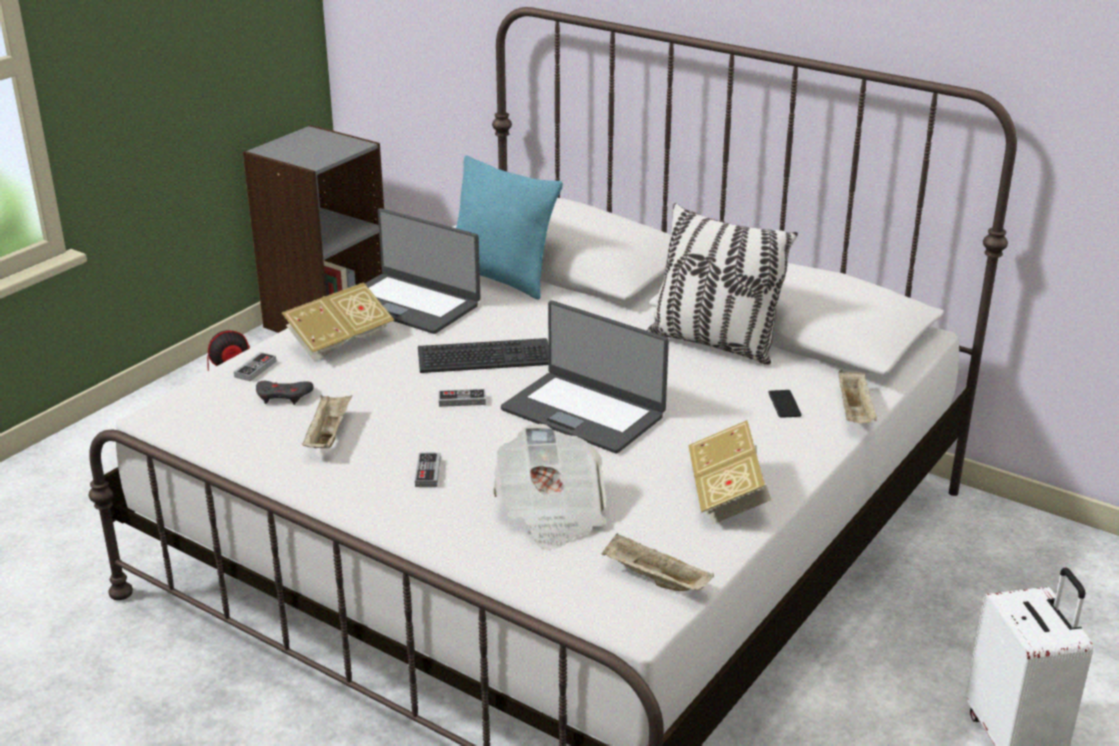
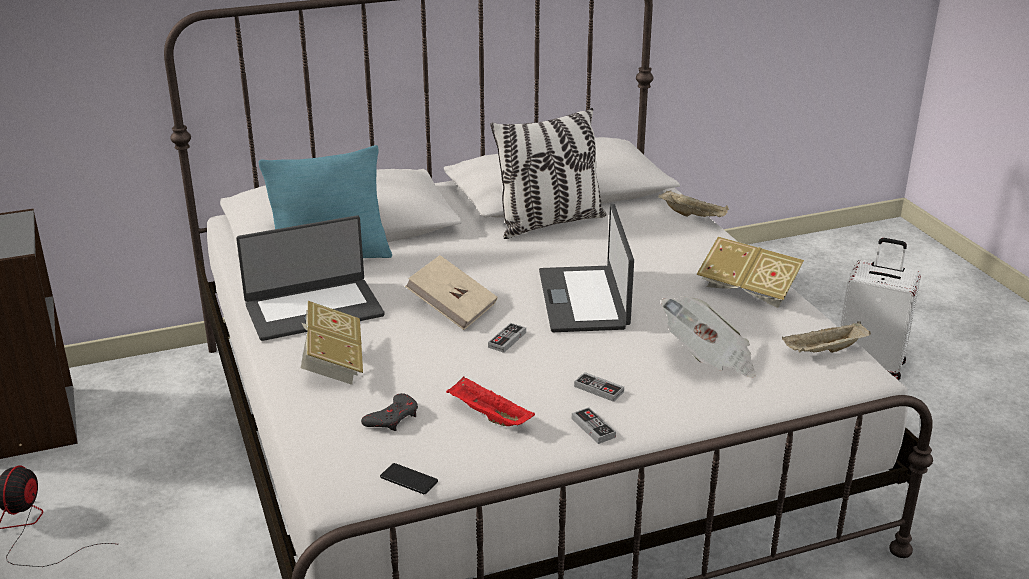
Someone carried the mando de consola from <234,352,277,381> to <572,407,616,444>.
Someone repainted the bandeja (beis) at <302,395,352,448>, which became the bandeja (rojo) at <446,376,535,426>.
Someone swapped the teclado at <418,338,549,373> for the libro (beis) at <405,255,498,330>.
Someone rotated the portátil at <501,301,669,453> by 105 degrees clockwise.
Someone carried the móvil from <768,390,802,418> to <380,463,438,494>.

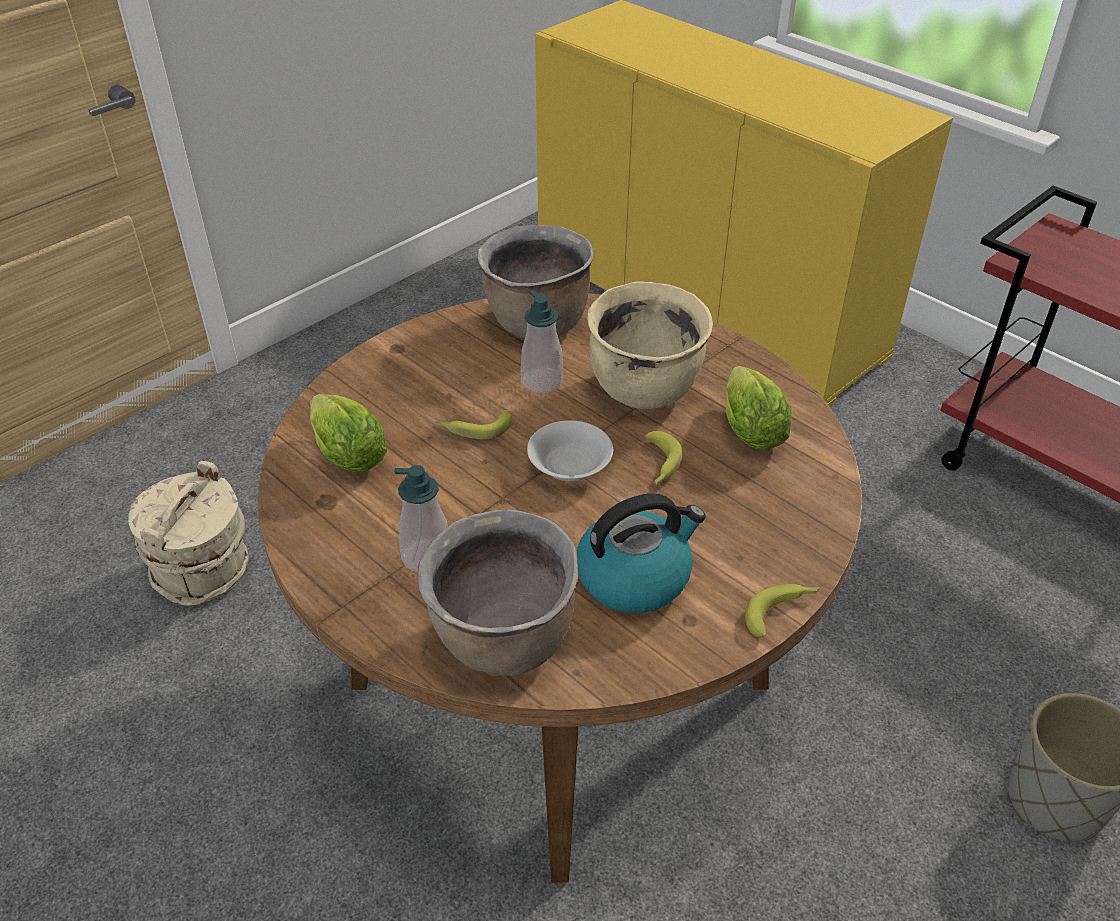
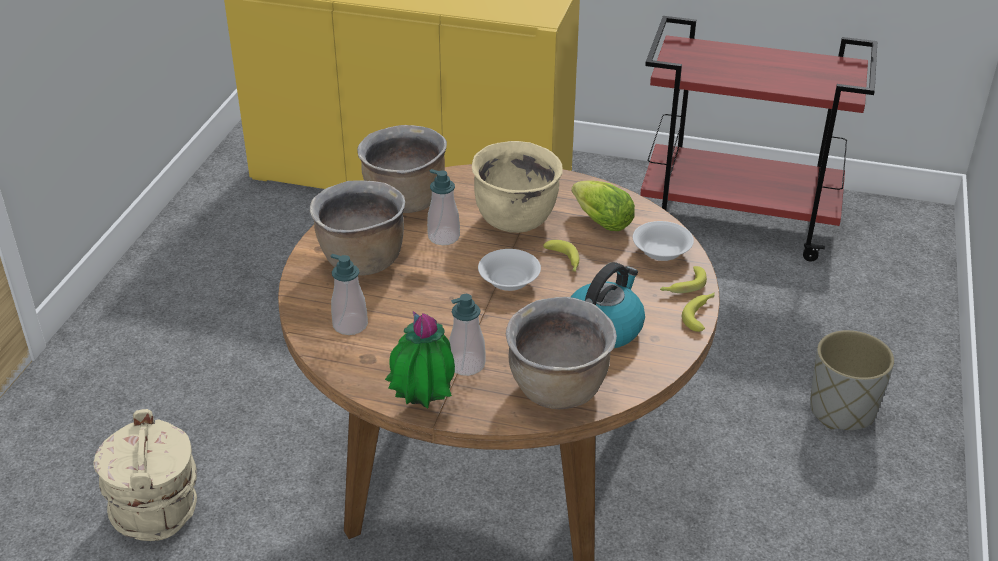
Someone swapped the lechuga at <310,394,387,473> for the dispensador de jabón at <331,254,368,335>.
Someone carried the plátano from <435,410,512,439> to <660,266,707,293>.
Someone put down the olla (marrón) at <310,180,405,275>.
Someone put down the planta en maceta at <385,311,455,409>.
Someone put down the cuenco (blanco) at <633,221,694,261>.

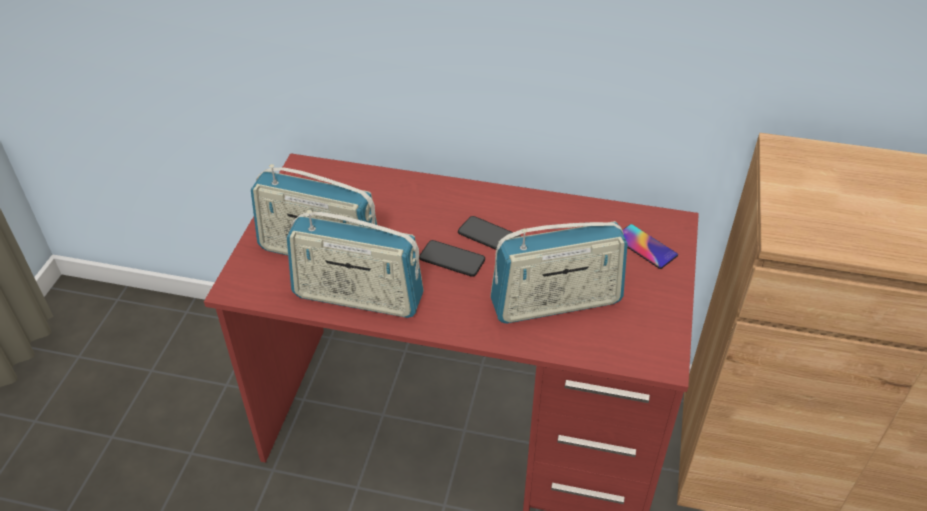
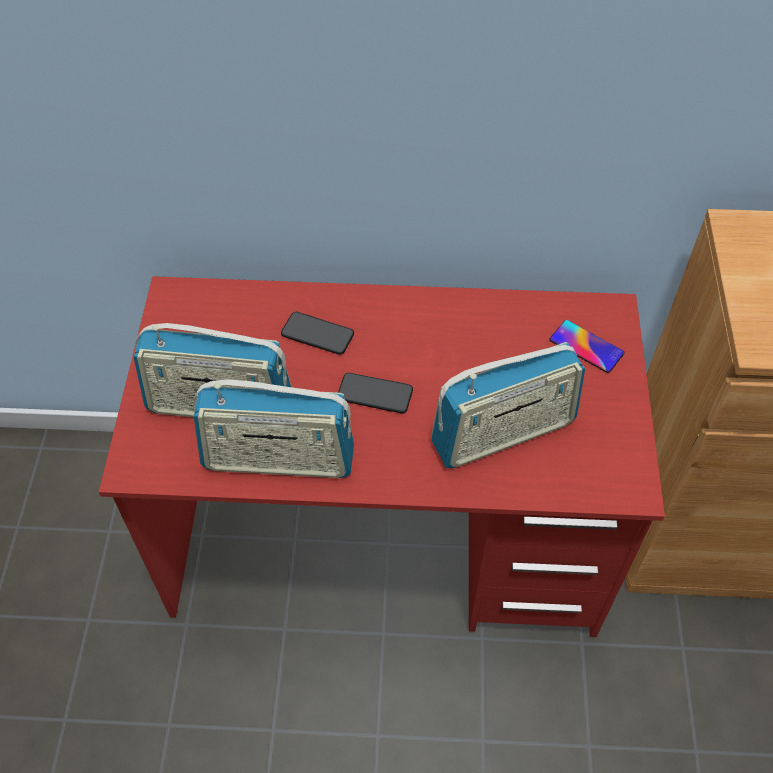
Someone carried the móvil from <458,216,521,250> to <281,312,354,355>.

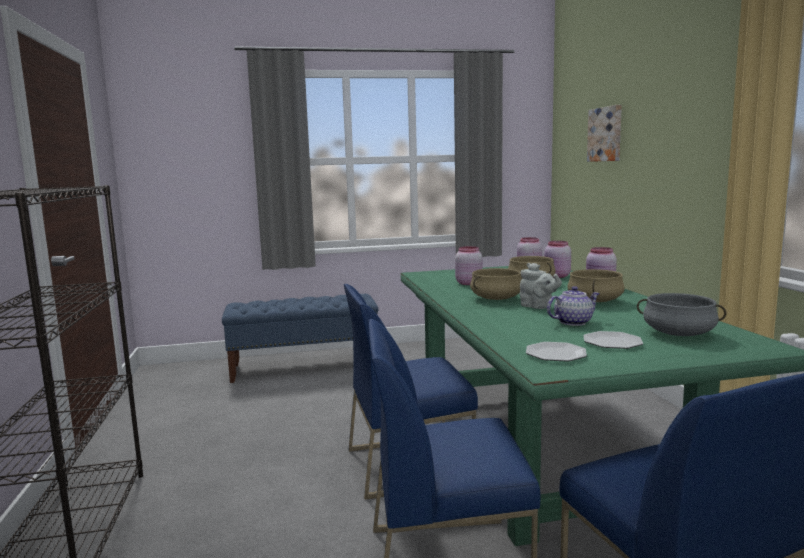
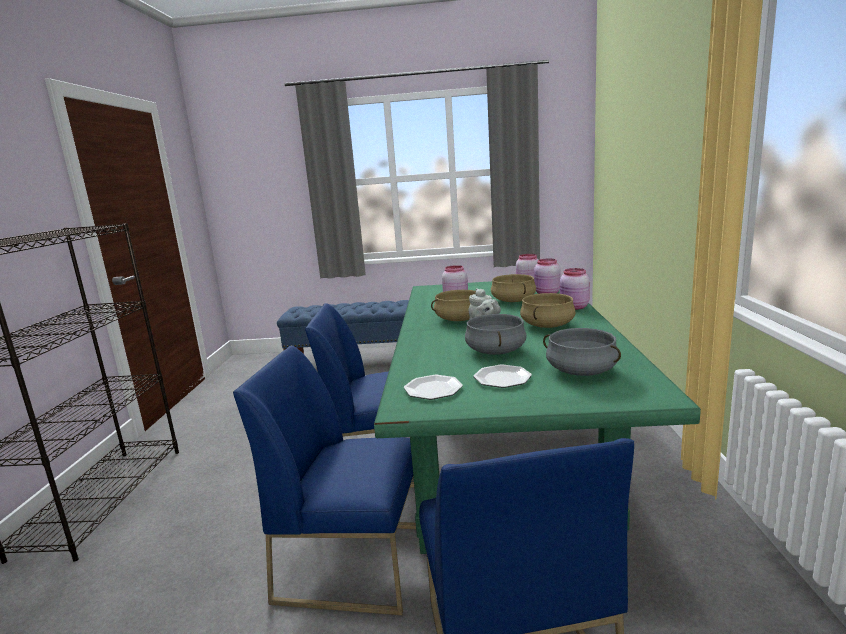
Someone swapped the tetera at <547,286,600,326> for the olla (gris) at <465,314,527,355>.
Someone took away the cuadro at <587,105,622,162>.

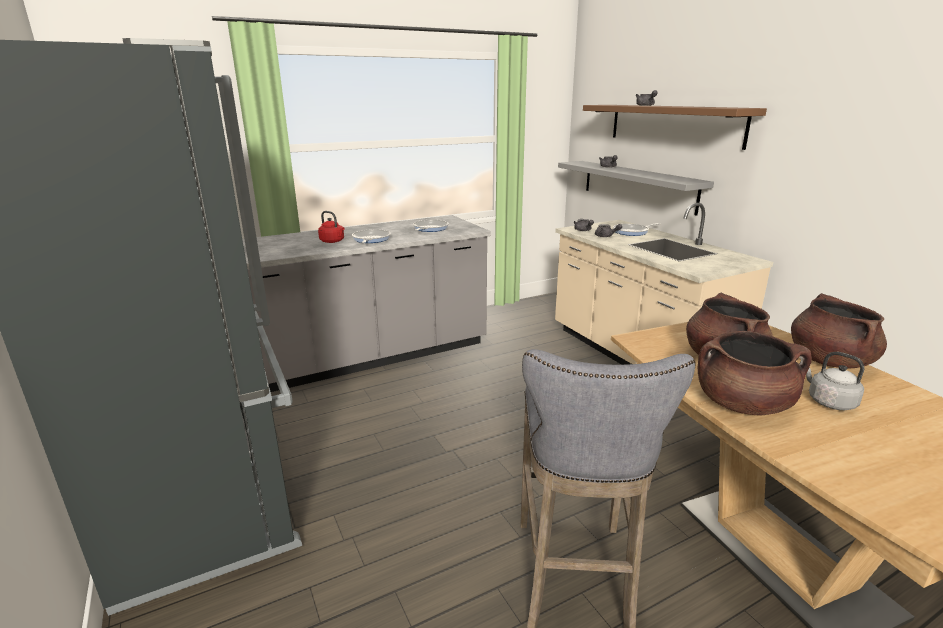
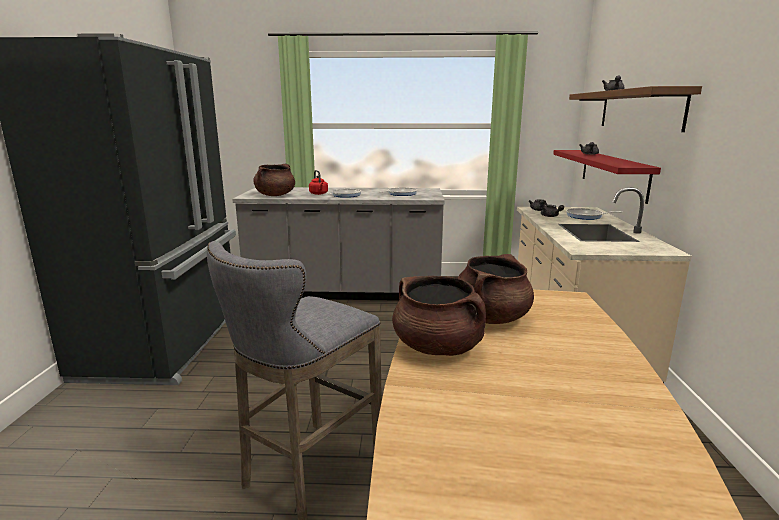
Someone repainted the estante (gris) at <558,161,714,216>, which became the estante (rojo) at <553,150,661,204>.
Someone carried the olla (marrón) from <791,293,887,368> to <253,164,295,196>.
Someone took away the hervidor (gris) at <806,352,865,410>.

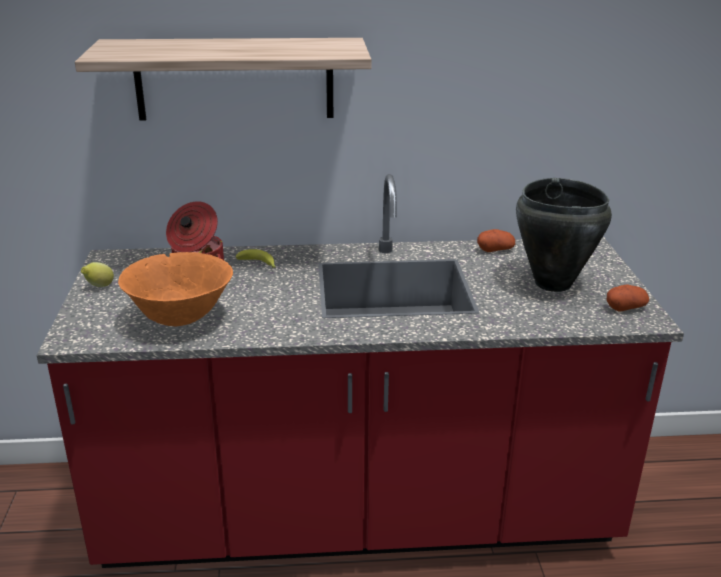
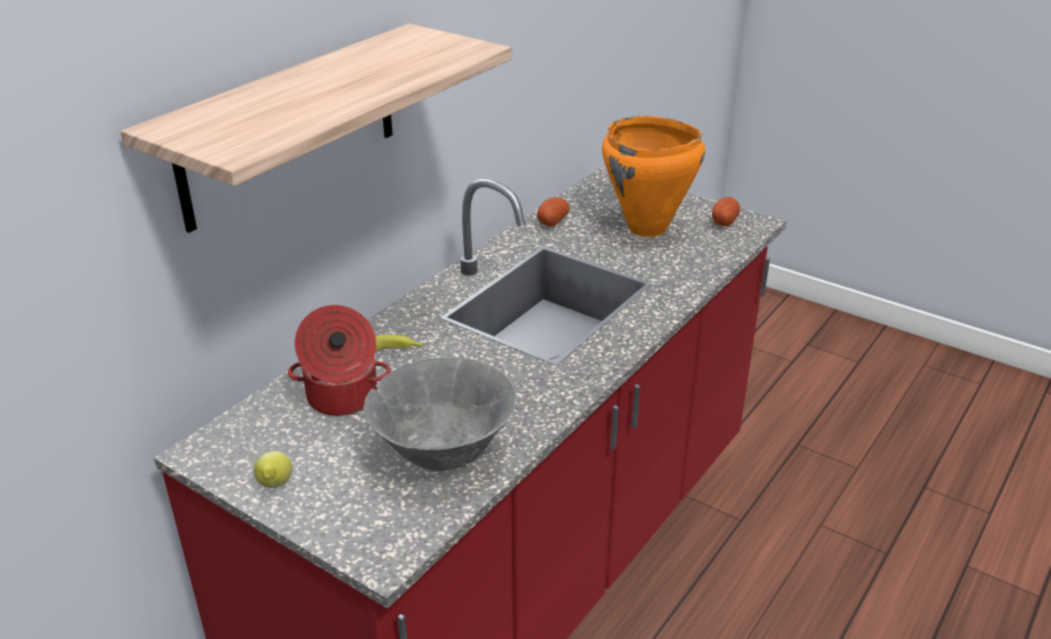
Someone repainted the cuenco (naranja) at <118,252,233,327>, which became the cuenco (gris) at <364,357,516,472>.
Someone repainted the olla (negro) at <516,178,612,292>, which became the olla (naranja) at <602,116,705,237>.

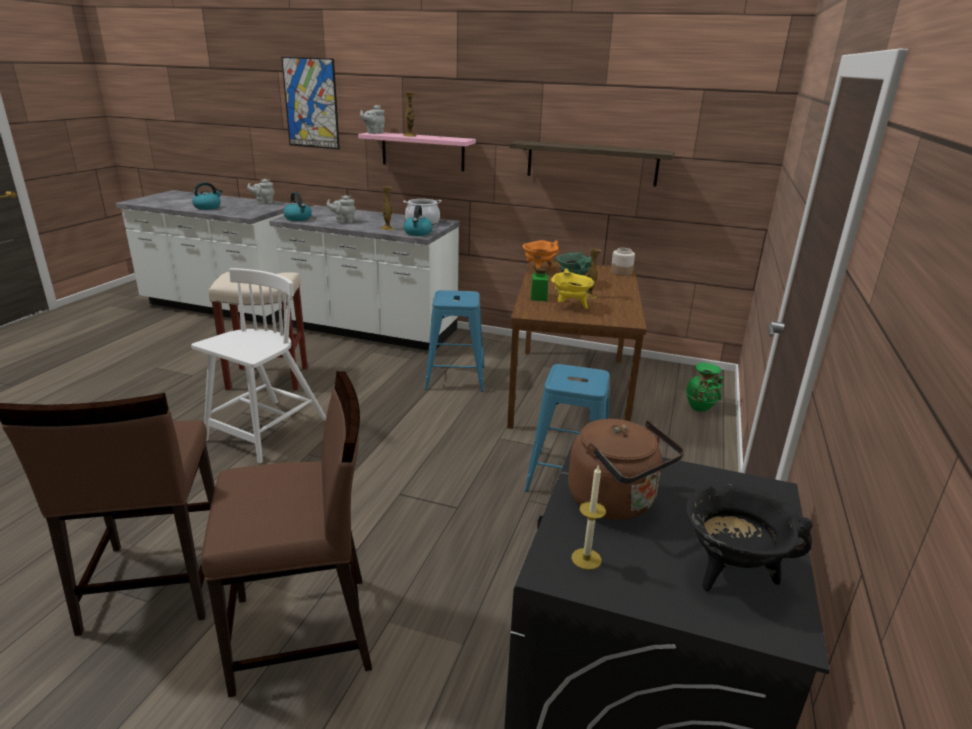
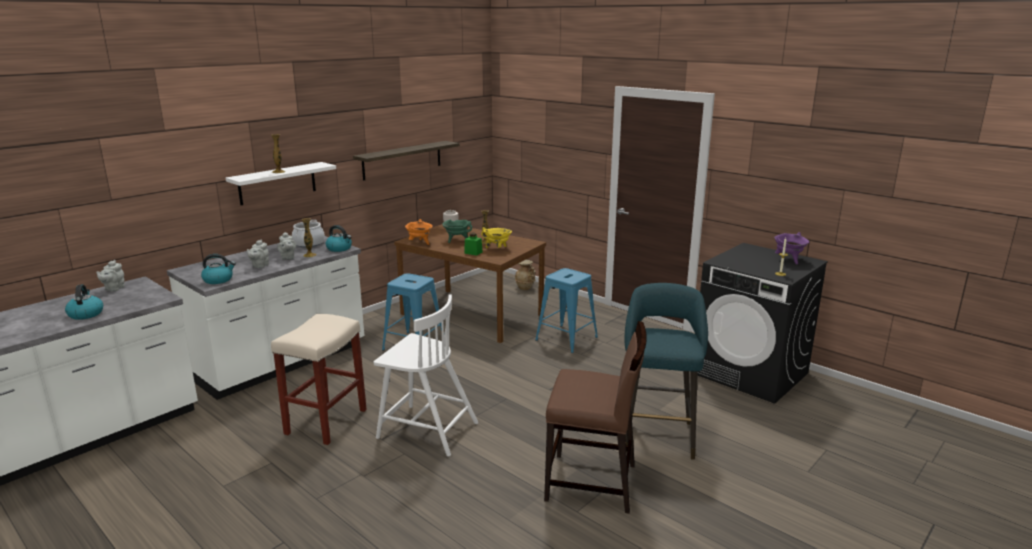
Someone rotated the silla (blanco) at <191,268,326,463> by 150 degrees clockwise.
Someone swapped the silla (marrón) at <201,371,372,698> for the taburete (turquesa) at <625,283,708,460>.
Someone took away the cuadro at <281,57,340,149>.
Someone repainted the estante (rosa) at <358,132,476,171>, which became the estante (blanco) at <225,162,336,205>.
Someone carried the tetera (gris) from <360,105,385,134> to <277,232,296,259>.
Someone took away the hervidor (marrón) at <568,419,684,520>.
Someone repainted the florero (verde) at <685,363,724,412>, which became the florero (beis) at <515,260,536,290>.
Someone repainted the olla (negro) at <686,484,813,591>, which became the olla (morado) at <774,232,809,265>.

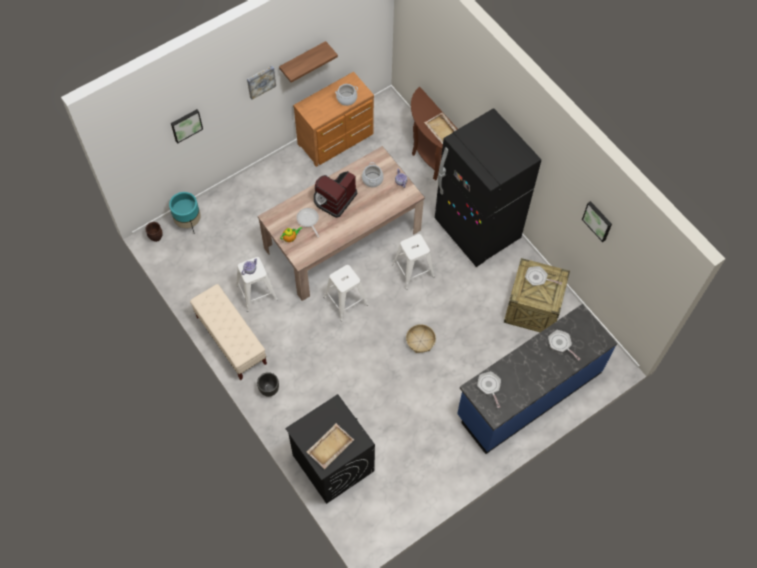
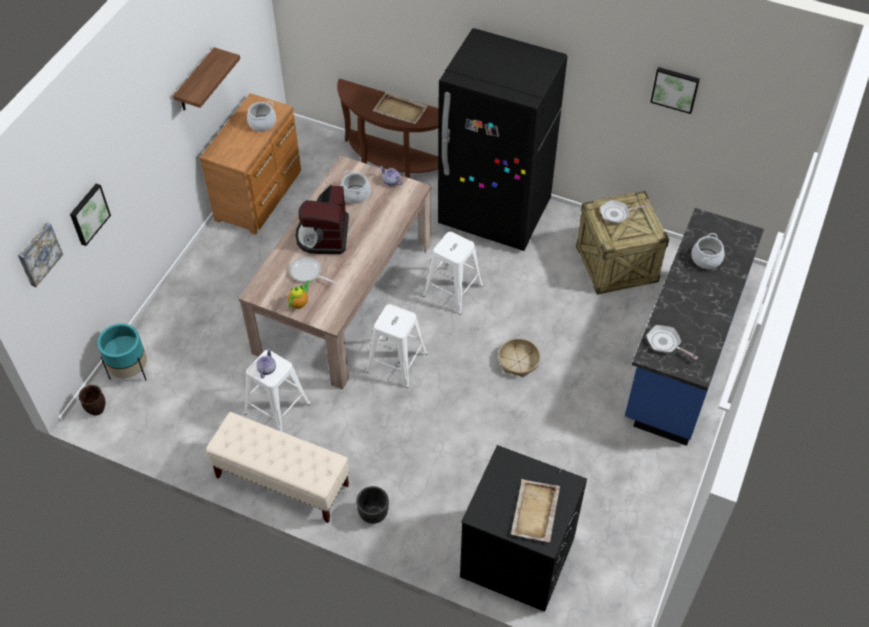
Someone carried the cuadro from <247,66,276,99> to <18,222,63,287>.
Someone swapped the sartén at <548,330,580,361> for the olla at <691,233,725,269>.

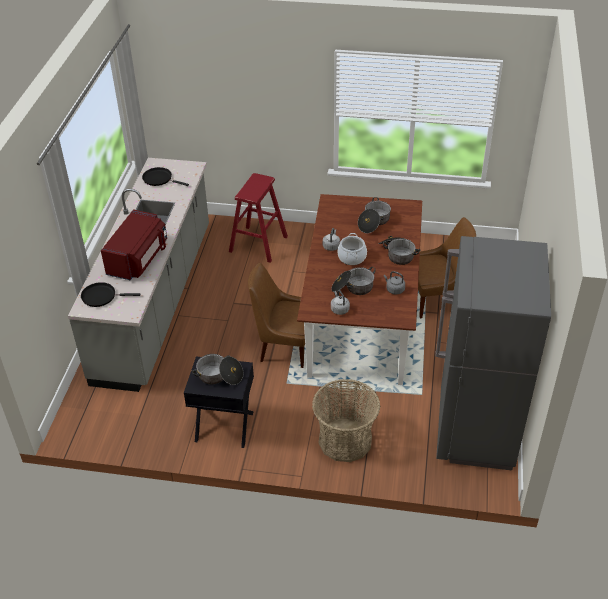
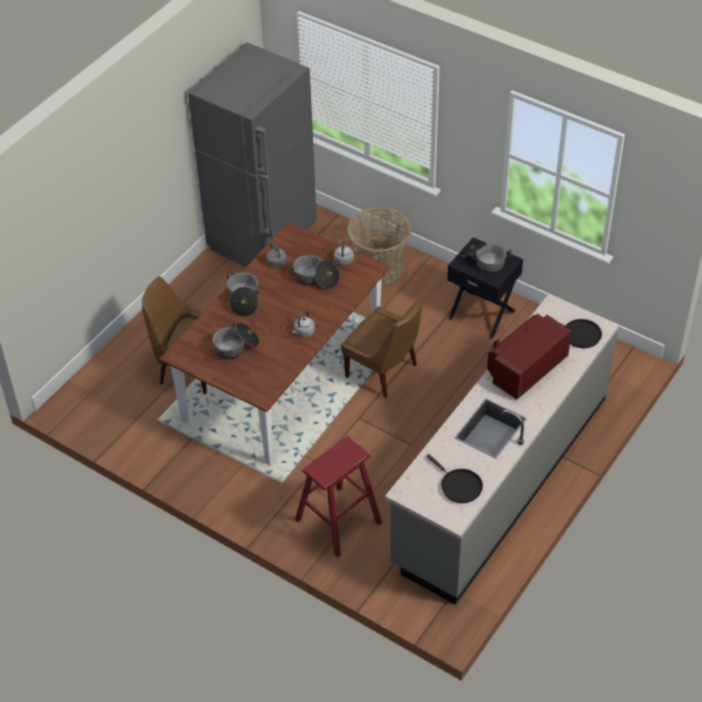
Someone took away the olla at <338,233,367,265>.

